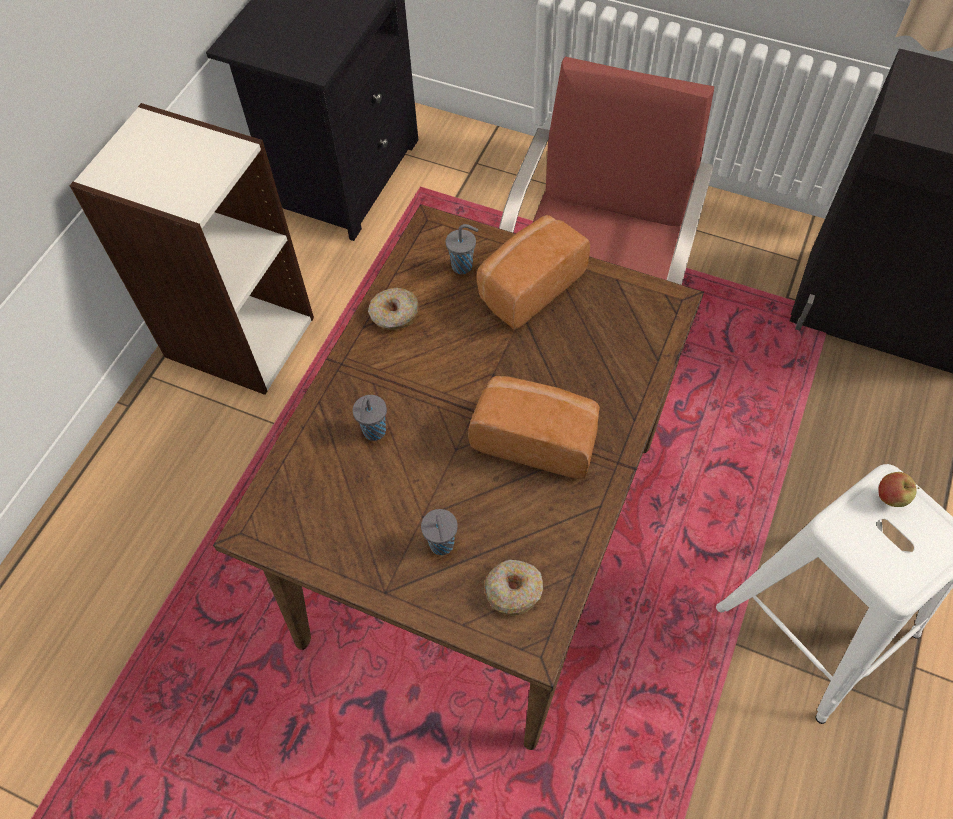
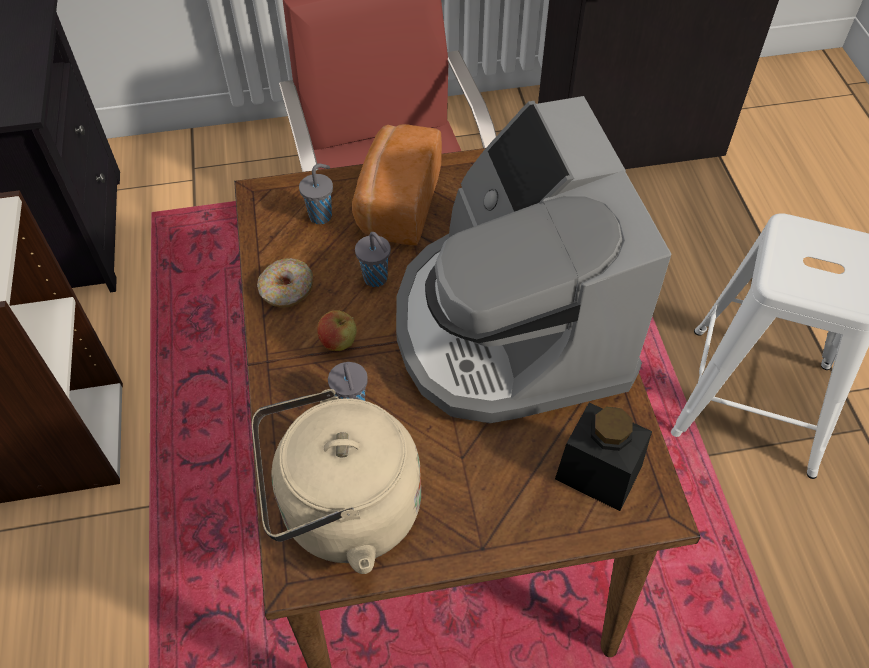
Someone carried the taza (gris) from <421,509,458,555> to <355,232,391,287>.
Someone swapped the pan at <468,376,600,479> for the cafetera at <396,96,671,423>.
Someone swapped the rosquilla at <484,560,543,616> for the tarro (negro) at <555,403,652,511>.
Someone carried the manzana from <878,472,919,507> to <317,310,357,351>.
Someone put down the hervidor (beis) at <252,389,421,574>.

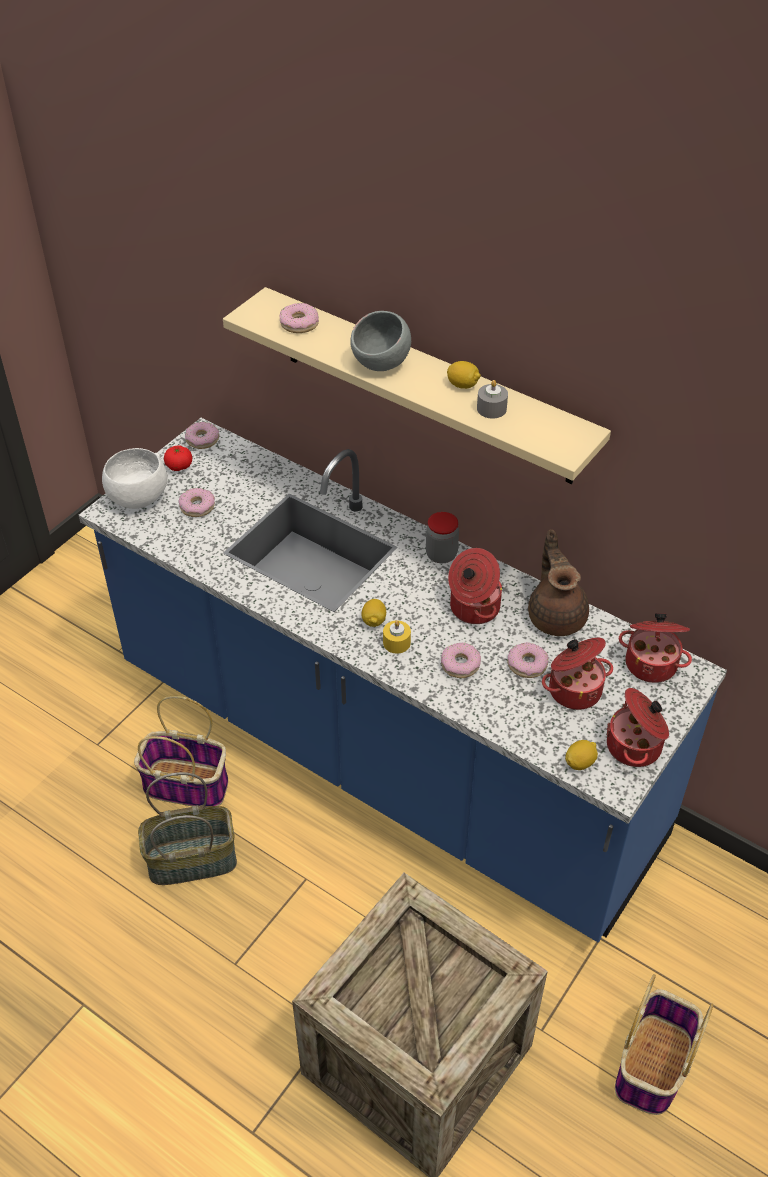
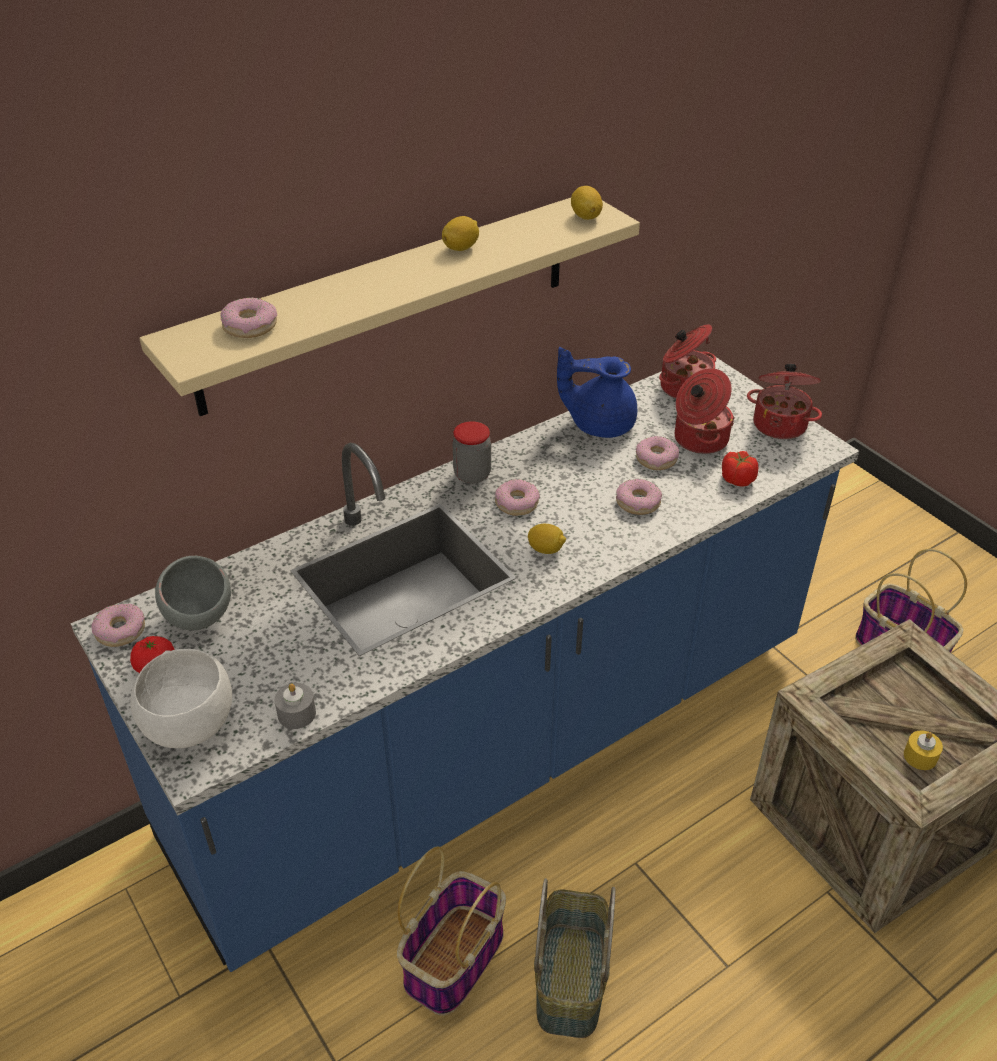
Someone carried the rosquilla from <178,488,215,517> to <495,479,540,516>.
Someone carried the cuenco (gris) from <350,311,411,371> to <155,556,231,630>.
Someone carried the vela (amarillo) from <383,620,411,654> to <904,731,943,770>.
Someone took away the olla at <448,548,502,624>.
Someone carried the vela (gris) from <477,380,508,419> to <274,683,316,729>.
Someone repainted the tetera (marrón) at <528,530,589,636>, which became the tetera (azul) at <557,347,637,438>.
Someone carried the limón from <565,740,598,770> to <571,186,603,220>.
Someone put down the tomate at <722,451,758,487>.

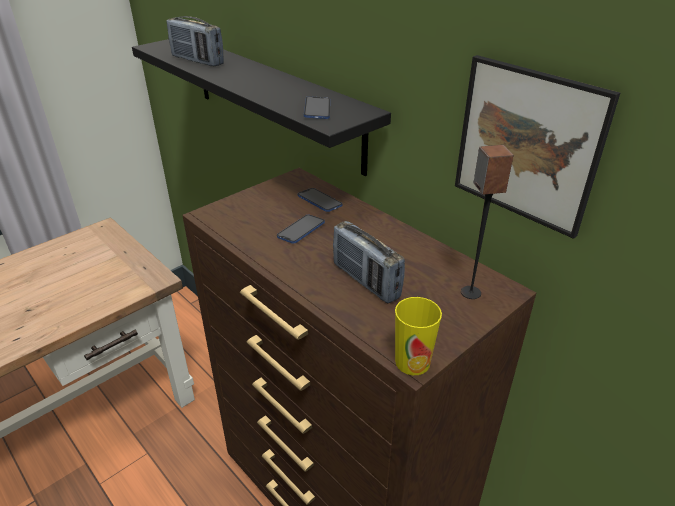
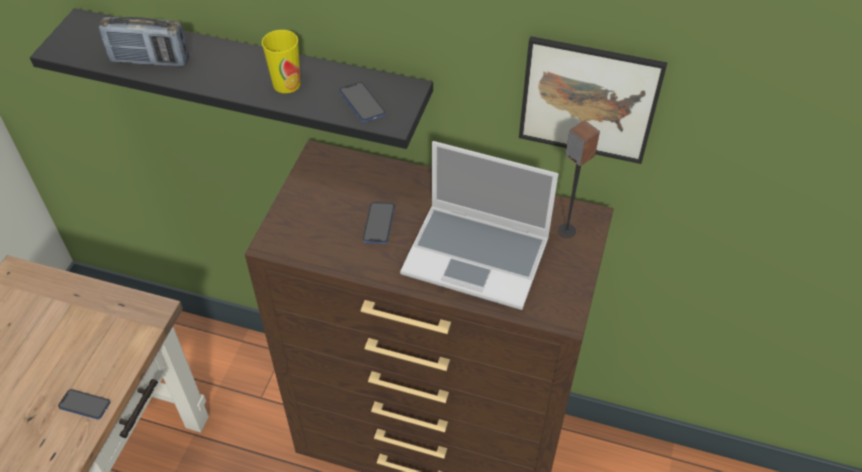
Someone carried the móvil from <298,188,342,212> to <58,389,110,420>.
Someone swapped the radio at <333,221,405,304> for the portátil at <400,141,558,310>.
Someone carried the taza from <395,297,442,375> to <262,30,301,93>.

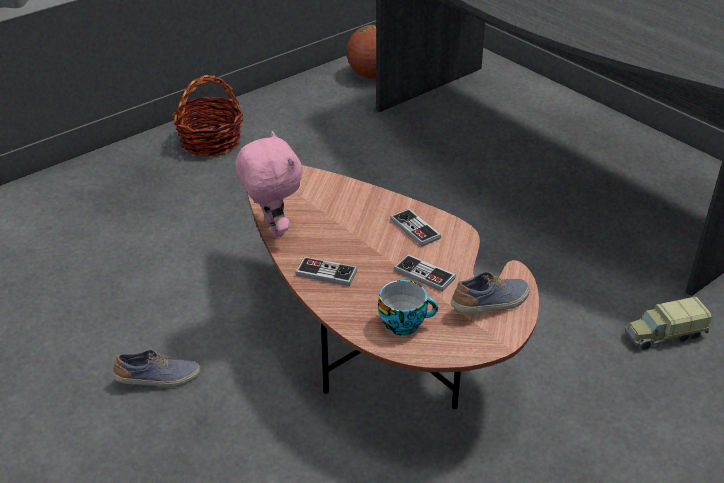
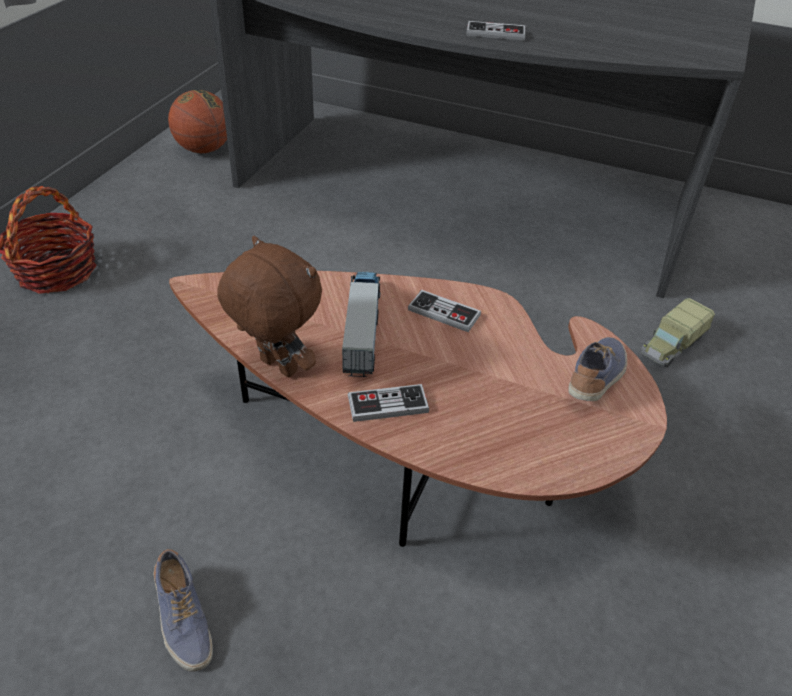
Someone rotated the zapato at <113,350,200,387> by 105 degrees clockwise.
Someone repainted the peluche (rosa) at <235,131,303,237>, which became the peluche (marrón) at <217,236,322,377>.
Someone took away the taza at <378,280,438,336>.
Someone carried the mando de consola from <394,254,456,292> to <466,21,526,40>.
Someone put down the camión de juguete at <342,272,380,377>.

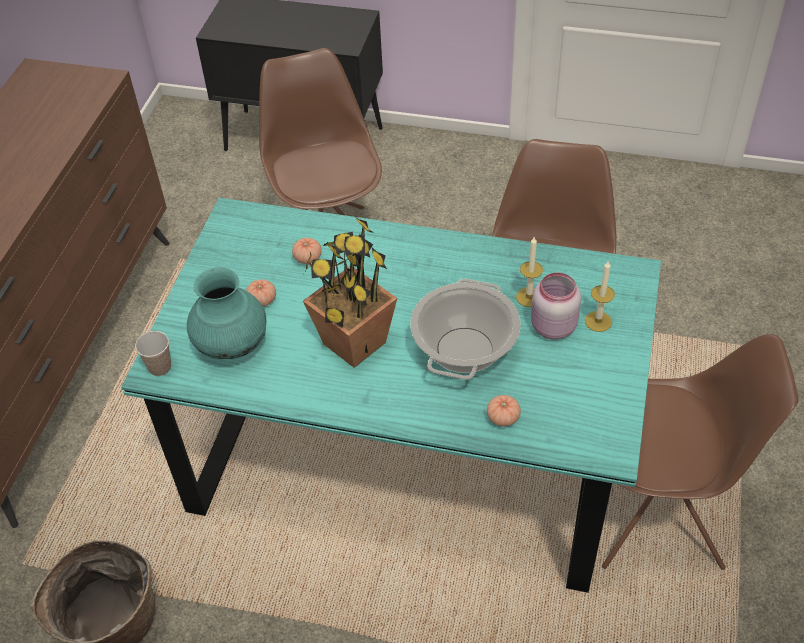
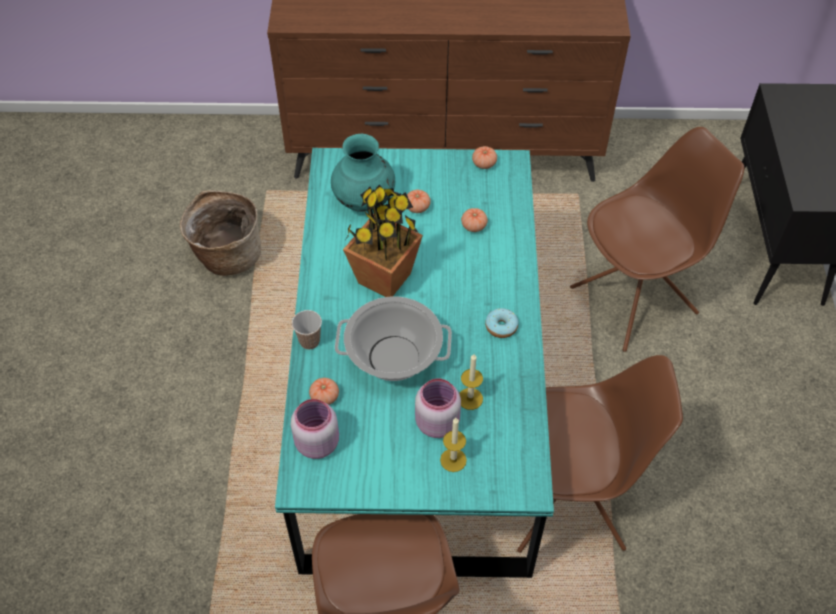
Someone carried the taza from <135,331,171,376> to <292,310,322,350>.
Someone put down the tarro (rosa) at <291,399,339,459>.
Someone put down the tomate at <472,146,497,169>.
Someone put down the rosquilla at <485,308,518,338>.

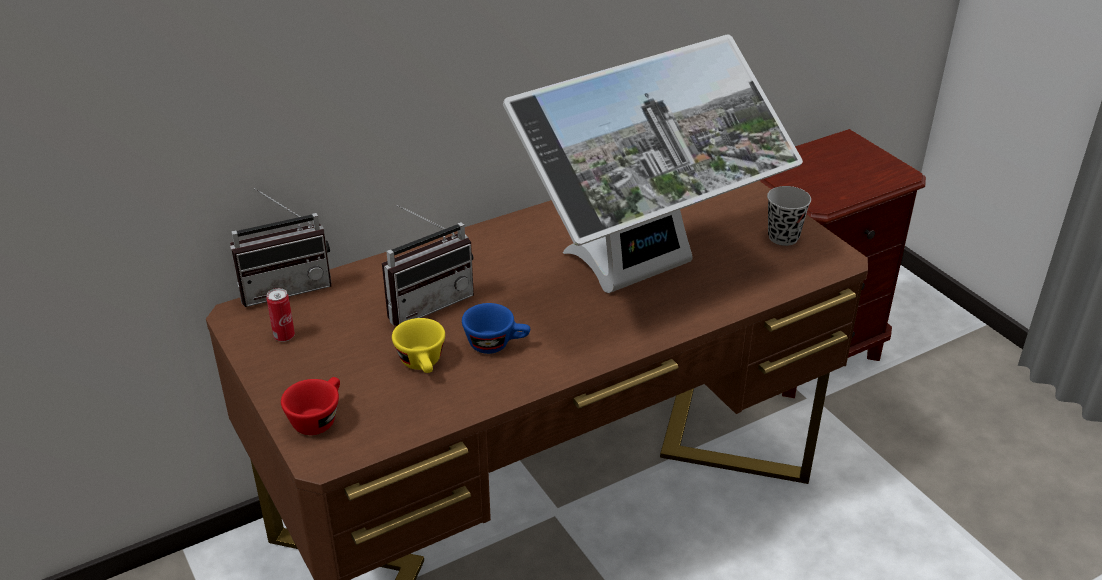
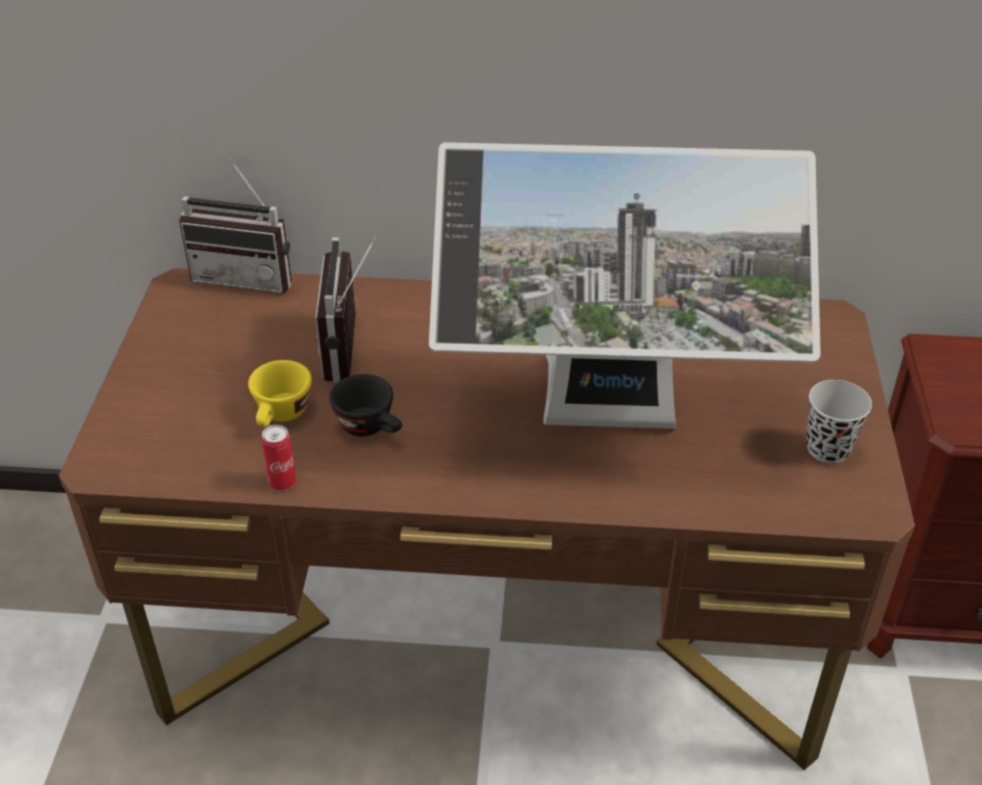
Someone carried the lata from <267,288,295,342> to <262,424,296,491>.
Someone took away the taza (rojo) at <281,377,340,435>.
Someone rotated the radio at <382,205,474,326> by 90 degrees clockwise.
Someone repainted the taza (azul) at <462,303,530,354>, which became the taza (negro) at <329,374,402,436>.

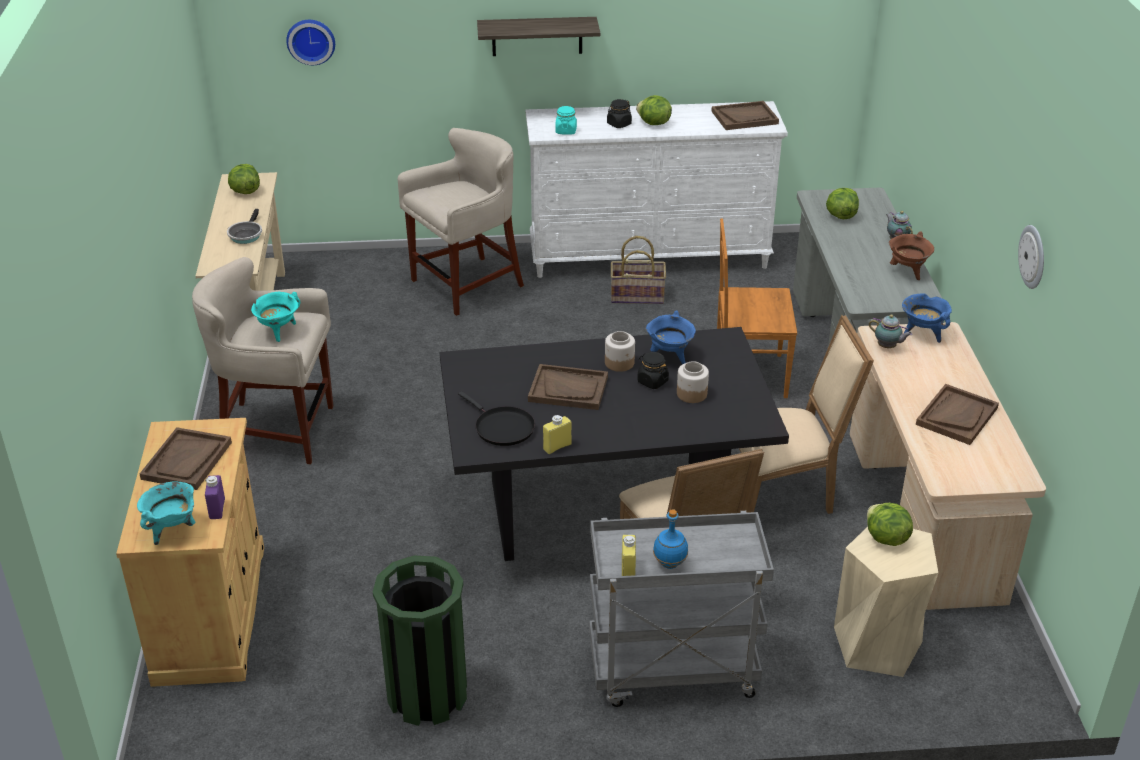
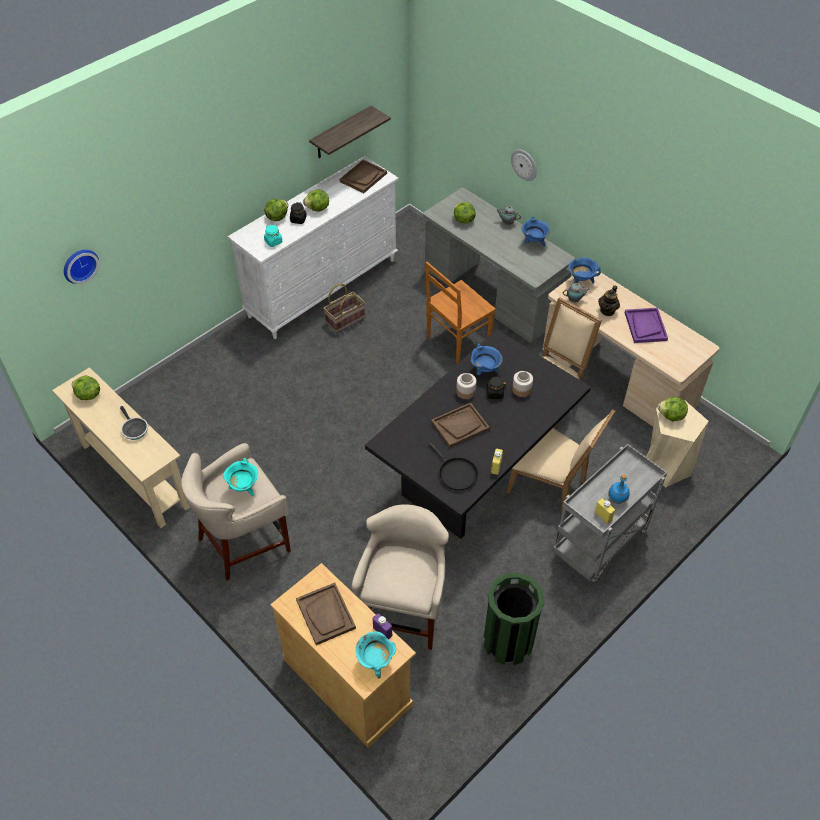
Someone carried the taburete (beis) from <398,128,524,316> to <352,505,449,650>.
Someone rotated the sartén (negro) at <458,391,535,446> by 45 degrees clockwise.
Someone carried the estante from <477,17,600,56> to <309,106,391,158>.
Someone repainted the olla (marrón) at <889,232,934,280>, which became the olla (azul) at <521,216,550,246>.
Someone repainted the bandeja (marrón) at <916,384,999,445>, which became the bandeja (morado) at <624,308,668,343>.
Someone carried the reloj de pared from <1018,225,1044,289> to <511,149,537,181>.
Someone put down the lechuga at <264,199,288,221>.
Someone put down the tetera at <598,285,620,316>.

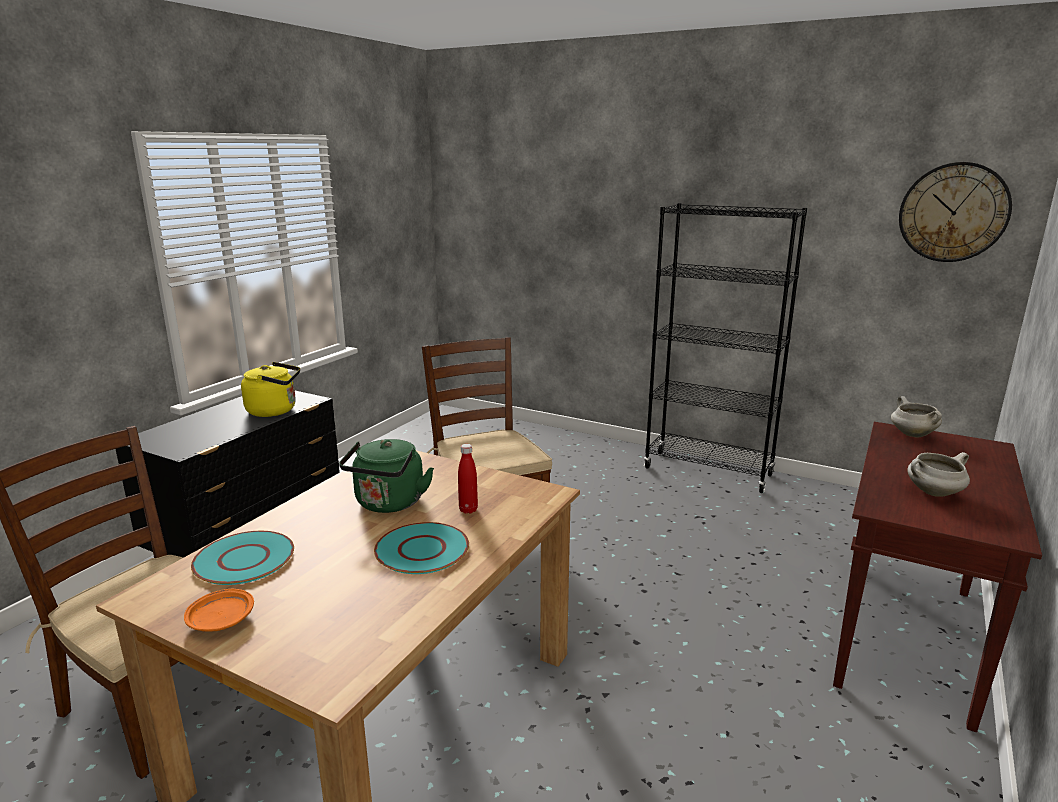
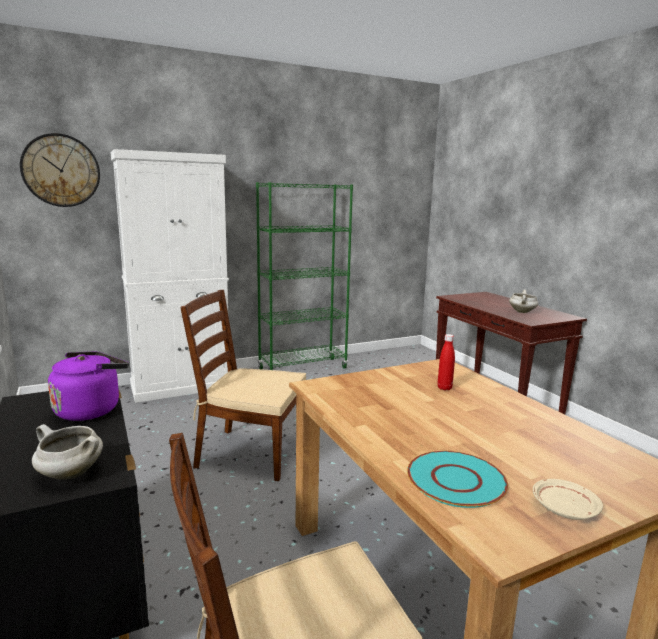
Someone repainted the plato (naranja) at <184,589,254,632>, which became the plato (beis) at <533,479,603,520>.
Someone repainted the hervidor (amarillo) at <241,362,300,417>, which became the hervidor (morado) at <48,352,129,421>.
Someone took away the hervidor (verde) at <339,439,434,513>.
Someone took away the plato (turquesa) at <374,522,469,574>.
Someone repainted the estantería (negro) at <644,203,807,493>, which became the estantería (verde) at <256,182,353,370>.
Someone carried the olla (blanco) from <891,396,942,438> to <32,424,103,479>.
Someone carried the reloj de pared from <899,162,1012,262> to <20,133,100,207>.
Someone put down the armario (blanco) at <111,149,229,403>.

